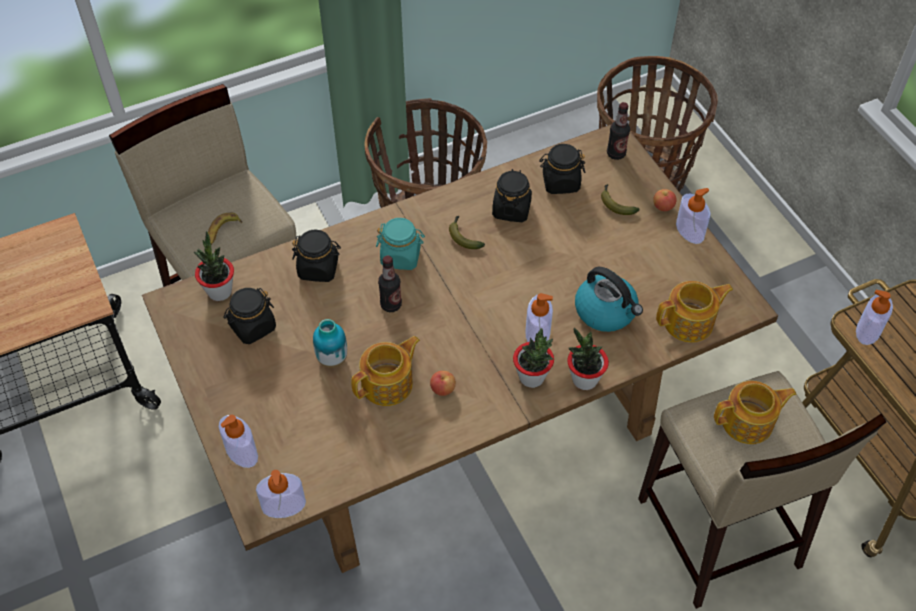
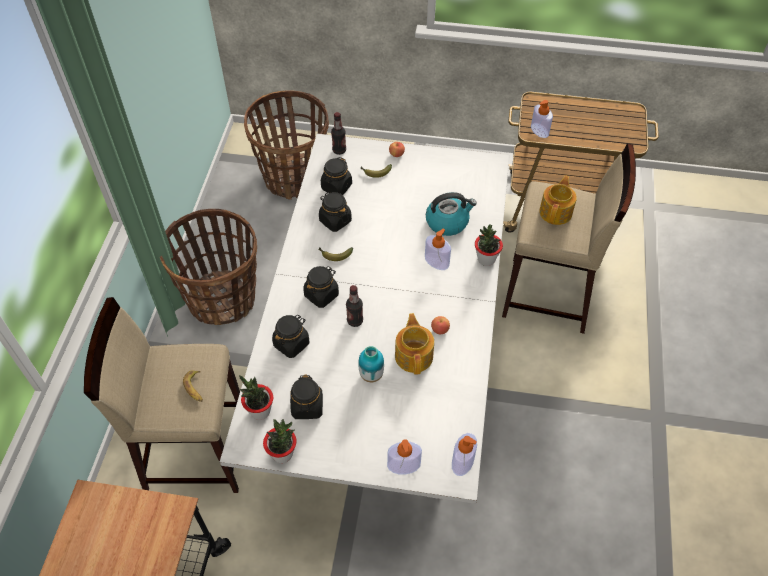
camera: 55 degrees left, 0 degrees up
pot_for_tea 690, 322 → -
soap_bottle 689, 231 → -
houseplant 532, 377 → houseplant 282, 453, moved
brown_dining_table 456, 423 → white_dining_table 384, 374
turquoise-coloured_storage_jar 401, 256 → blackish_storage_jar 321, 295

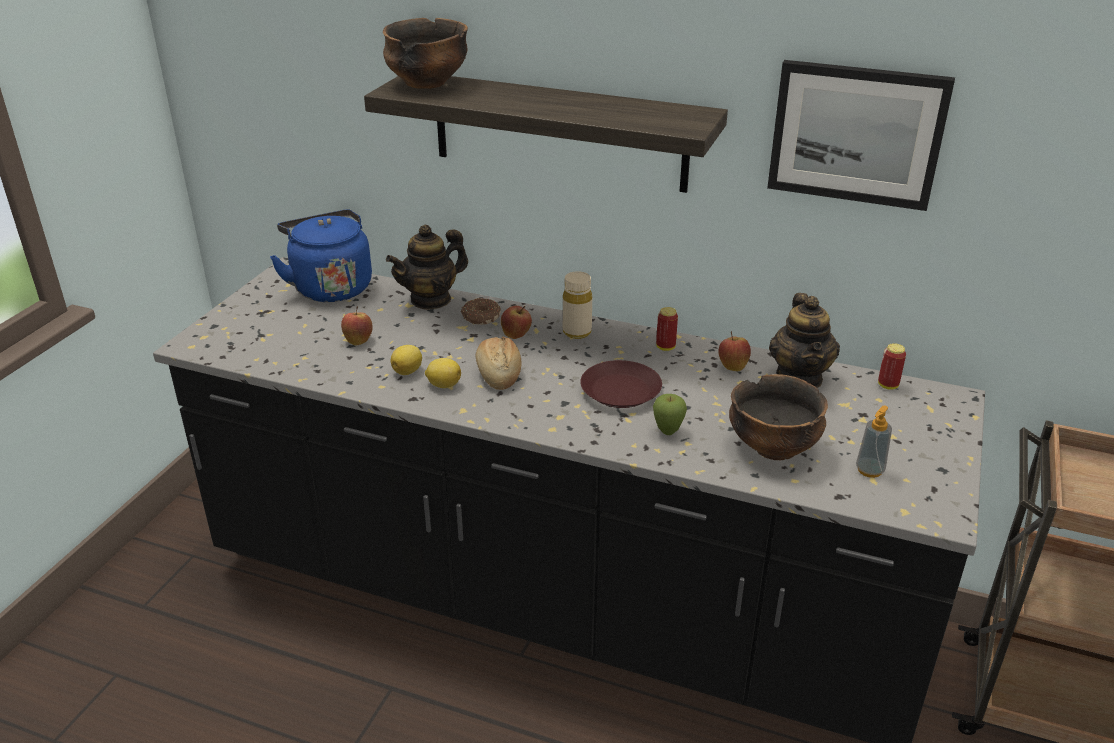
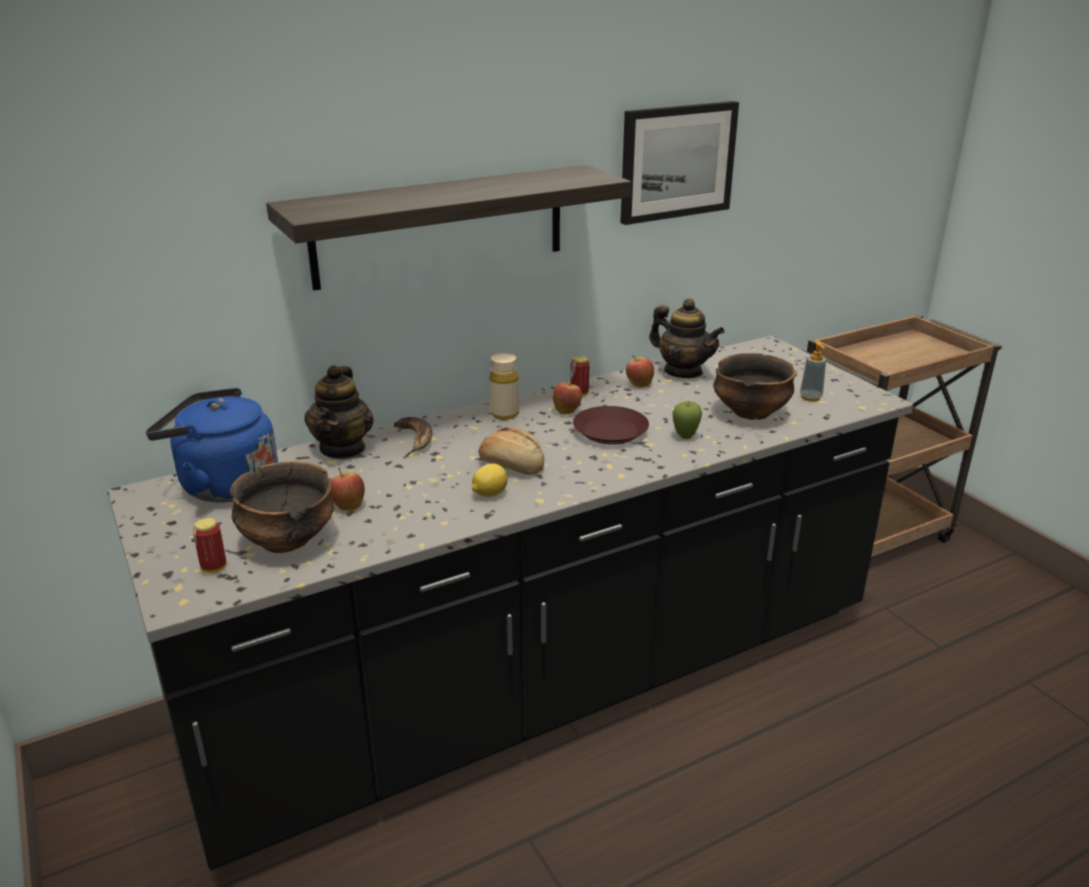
camera: 50 degrees left, 5 degrees down
whole_lemon 408, 371 → -
bowl 427, 84 → bowl 287, 541, moved
whole_apple 516, 335 → whole_apple 567, 411, moved
can 888, 385 → can 214, 568, moved
ring_doughnut 480, 317 → whole_banana 413, 440

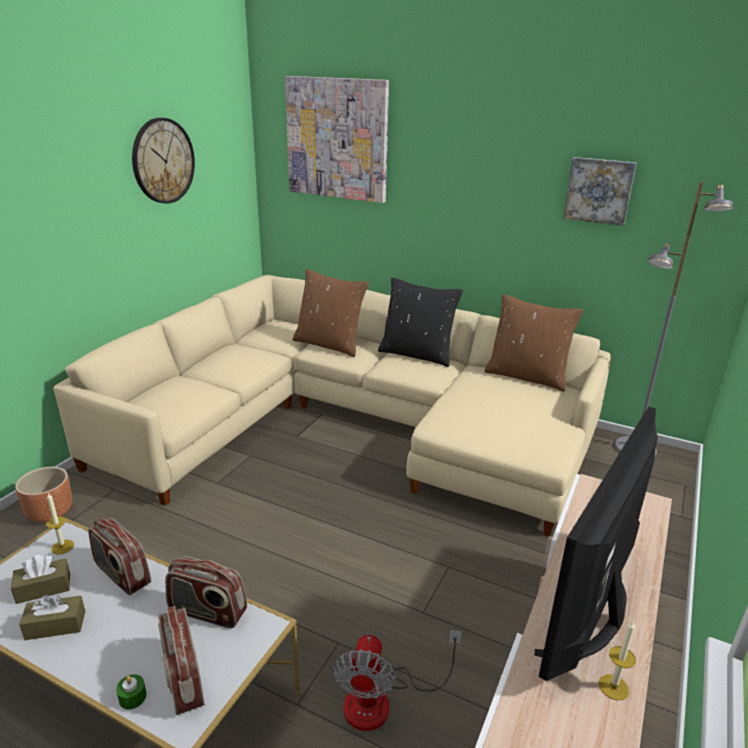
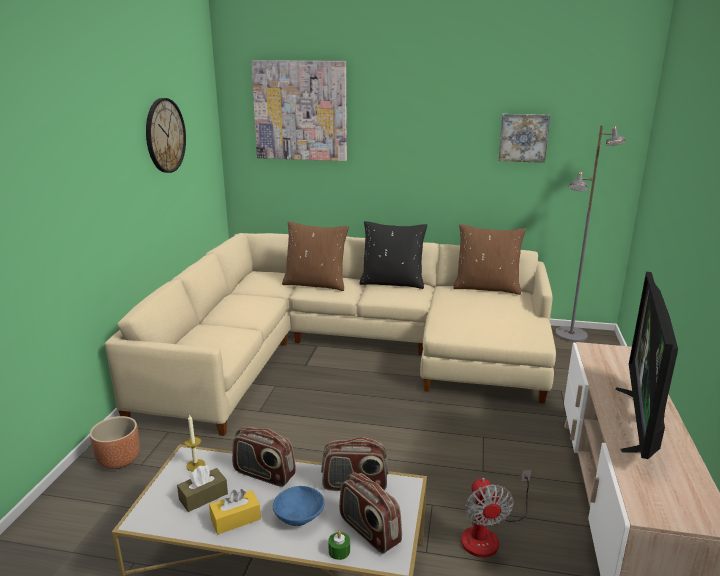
camera: 15 degrees left, 5 degrees down
wax_light 613, 687 → -
- → bluish_bowl 300, 517
brown_tissue_holder 55, 625 → yellowish_tissue_holder 235, 519

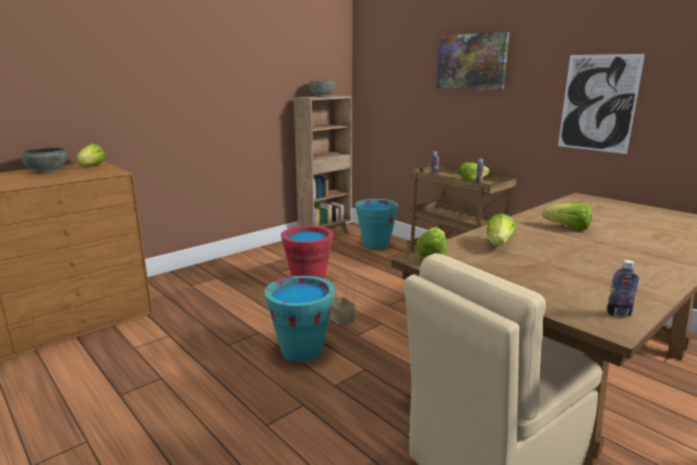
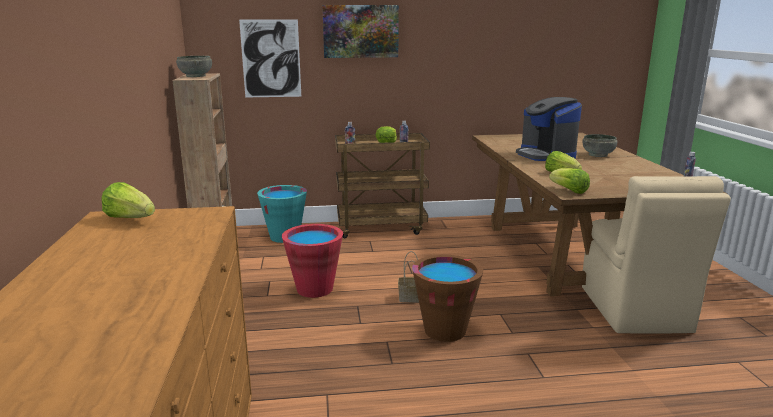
camera: 55 degrees left, 0 degrees up
greyish_bowl 46, 171 → greyish_bowl 598, 155, moved
picture 598, 103 → picture 271, 59, moved
head_of_lettuce 568, 228 → coffee_maker 546, 155
turquoise-coloured_pail 302, 351 → brown_pail 445, 330

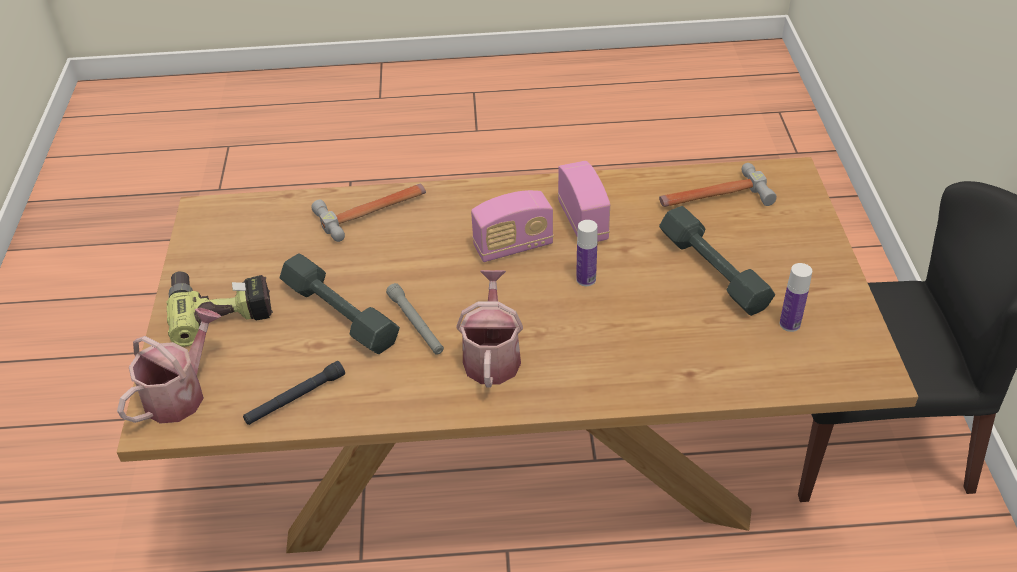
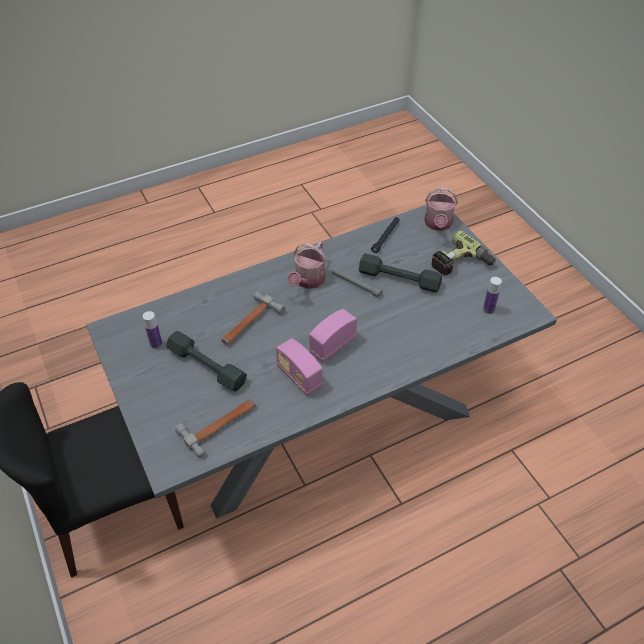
camera: 155 degrees right, 5 degrees up
hand_hammer 374, 211 → hand_hammer 249, 324, moved
drink_bottle 586, 279 → drink_bottle 488, 309, moved
brown_dining_table 516, 462 → greyish_dining_table 323, 421
watering_can 492, 355 → watering_can 308, 281, 45 degrees clockwise

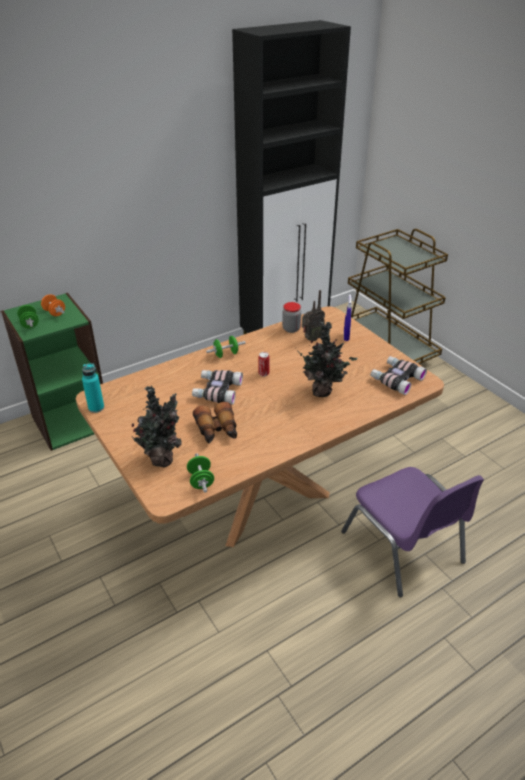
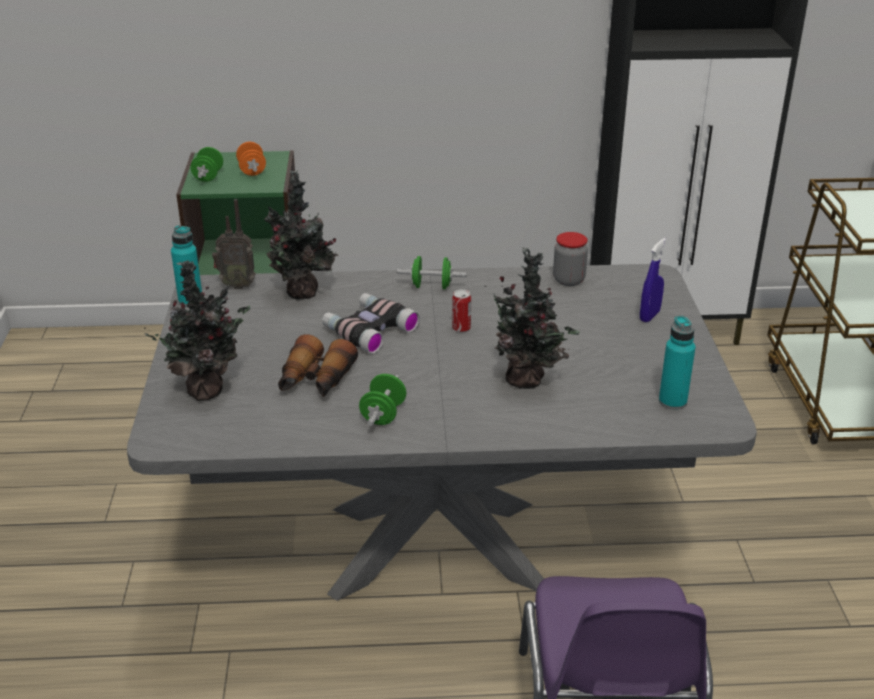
camera: 30 degrees right, 5 degrees down
- → houseplant 302, 294
green-coloured_free_weight 201, 481 → green-coloured_free_weight 383, 414, moved
radio 311, 339 → radio 237, 285, moved
binoculars 396, 379 → turquoise-coloured_drink_bottle 672, 401
brown_dining_table 262, 496 → greyish_dining_table 436, 548

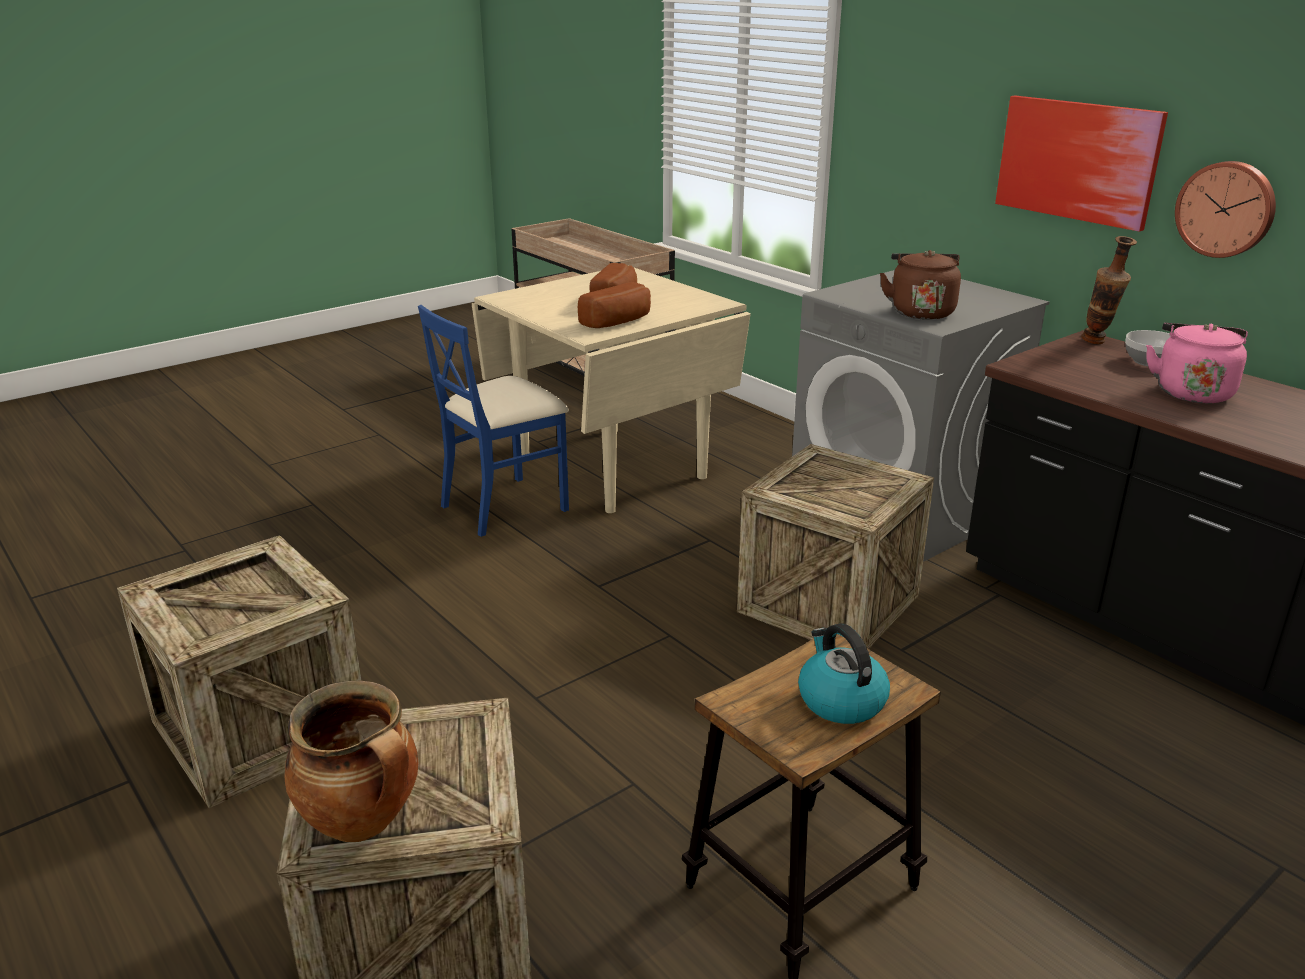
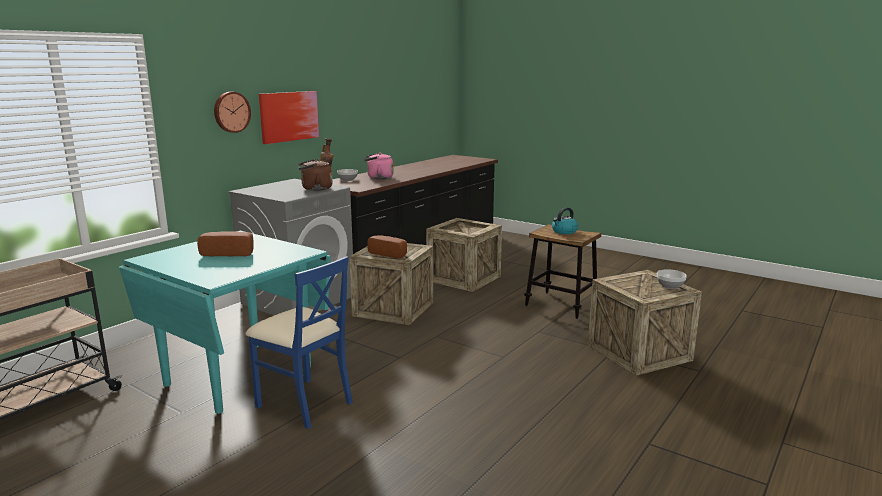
camera: 105 degrees left, 10 degrees down
packing_crate 260, 728 → packing_crate 463, 278, moved
baked_bread 619, 322 → baked_bread 389, 254, moved
hanging_clock 1226, 209 → hanging_clock 231, 112, moved
saucepot 364, 822 → bowl 669, 286
sand-coloured_dining_table 613, 467 → turquoise-coloured_dining_table 238, 375

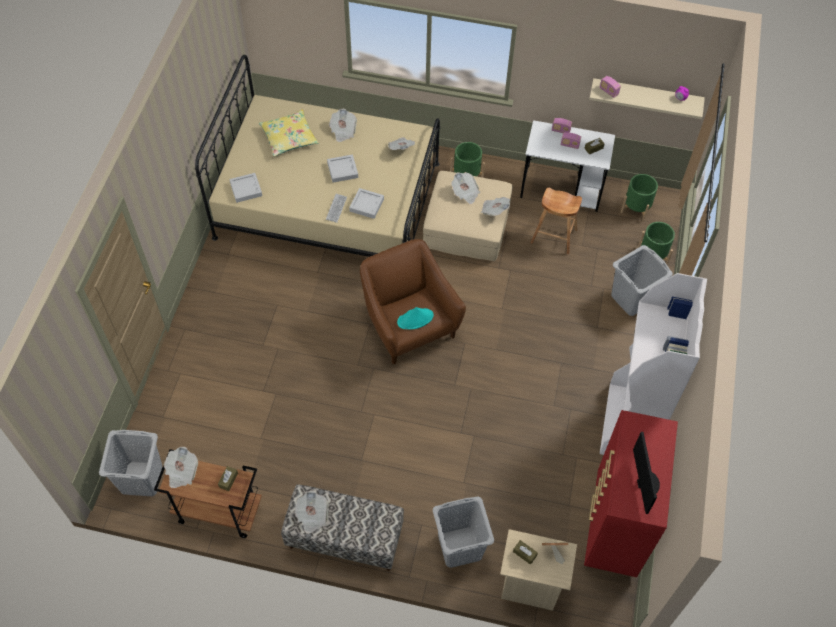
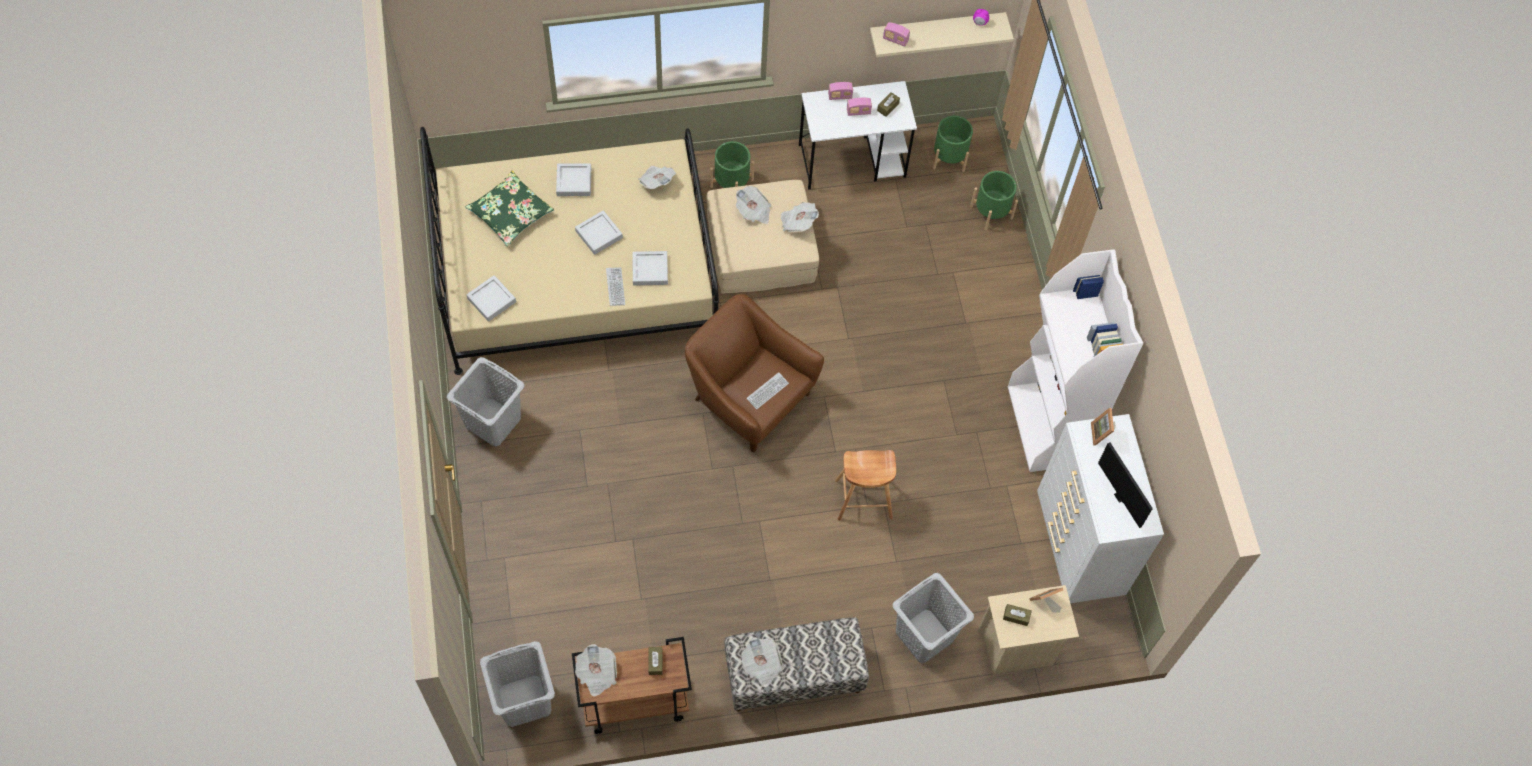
camera: 25 degrees left, 5 degrees up
- → picture_frame 1102, 434
brown_sitting_stool 554, 236 → brown_sitting_stool 863, 499, moved
greyish_laundry_basket 631, 298 → greyish_laundry_basket 492, 422, moved
newspaper 343, 131 → greyish_carrying_tray 574, 182
turquoise-coloured_hat 415, 319 → computer_keyboard 767, 391
yellowish_throw_pillow 289, 138 → green-coloured_throw_pillow 510, 213
reddish_dresser 614, 525 → white_dresser 1078, 546

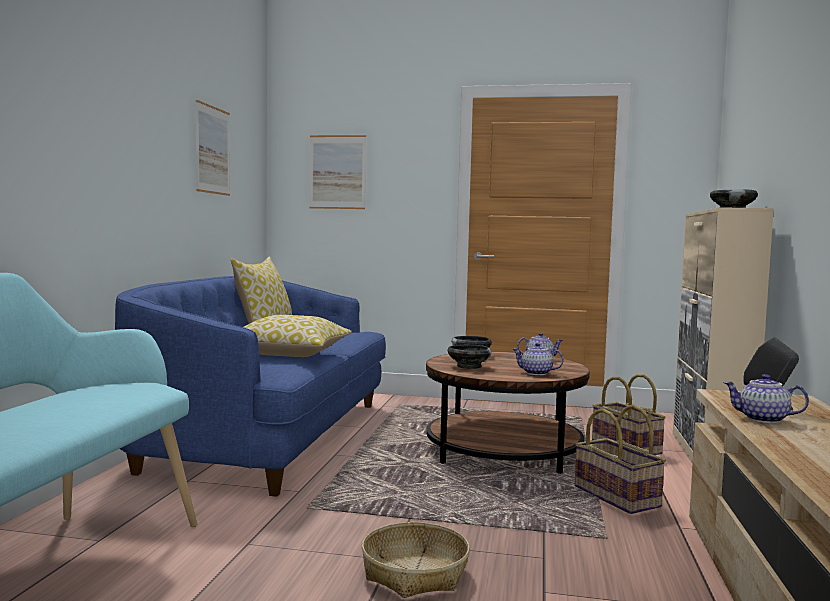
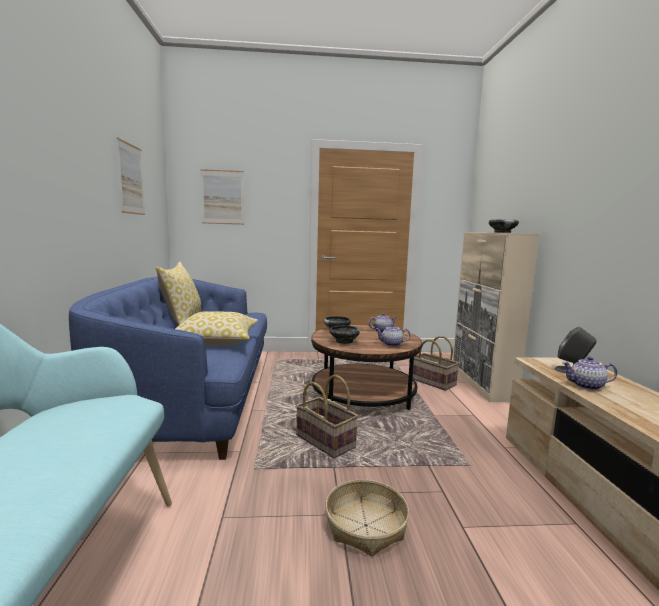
camera: 15 degrees left, 5 degrees up
basket 618, 497 → basket 326, 441, moved

